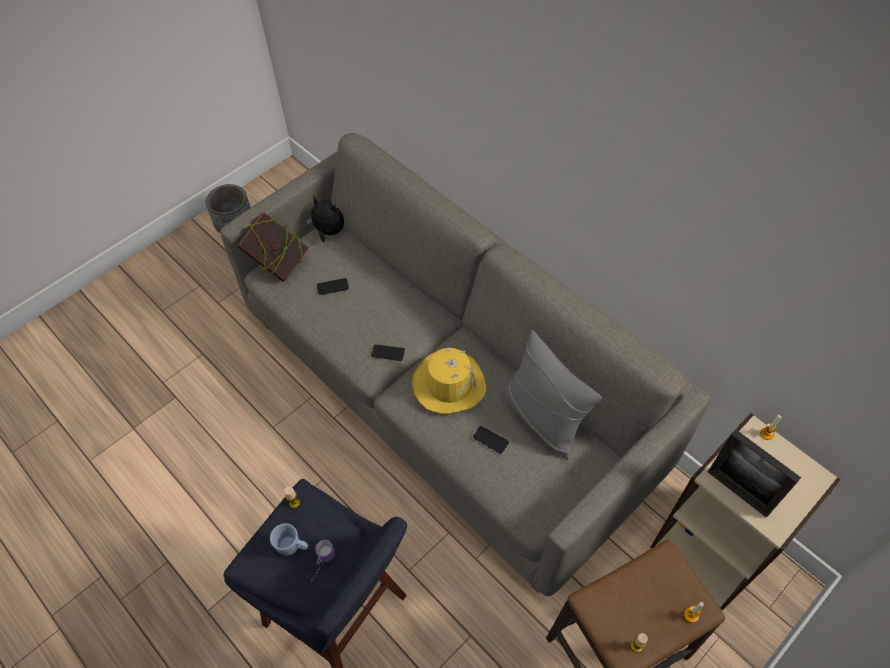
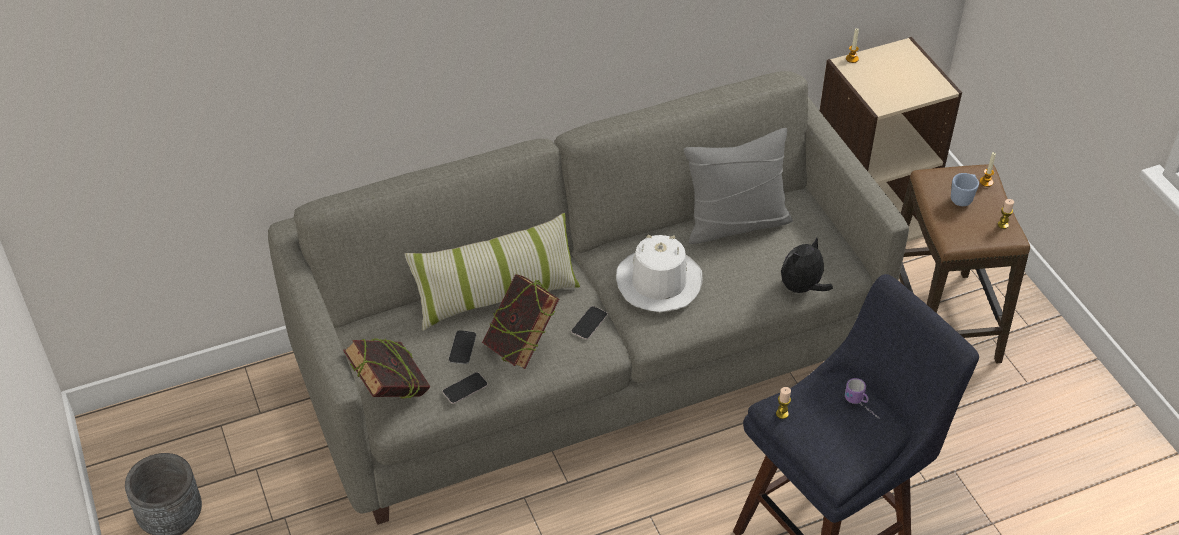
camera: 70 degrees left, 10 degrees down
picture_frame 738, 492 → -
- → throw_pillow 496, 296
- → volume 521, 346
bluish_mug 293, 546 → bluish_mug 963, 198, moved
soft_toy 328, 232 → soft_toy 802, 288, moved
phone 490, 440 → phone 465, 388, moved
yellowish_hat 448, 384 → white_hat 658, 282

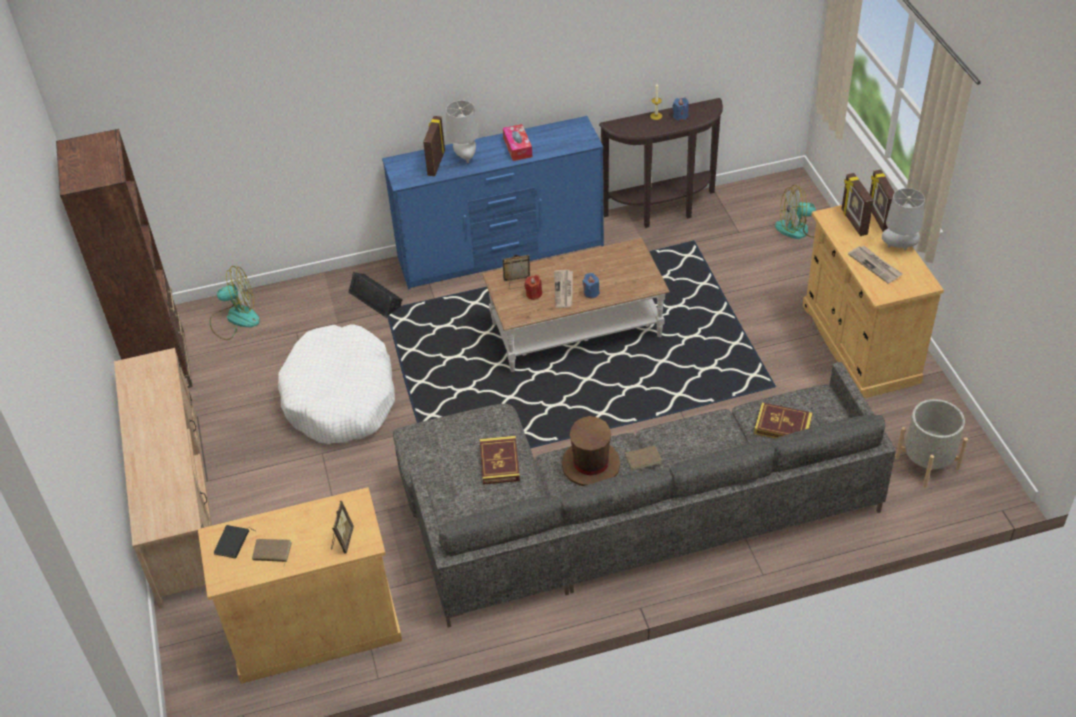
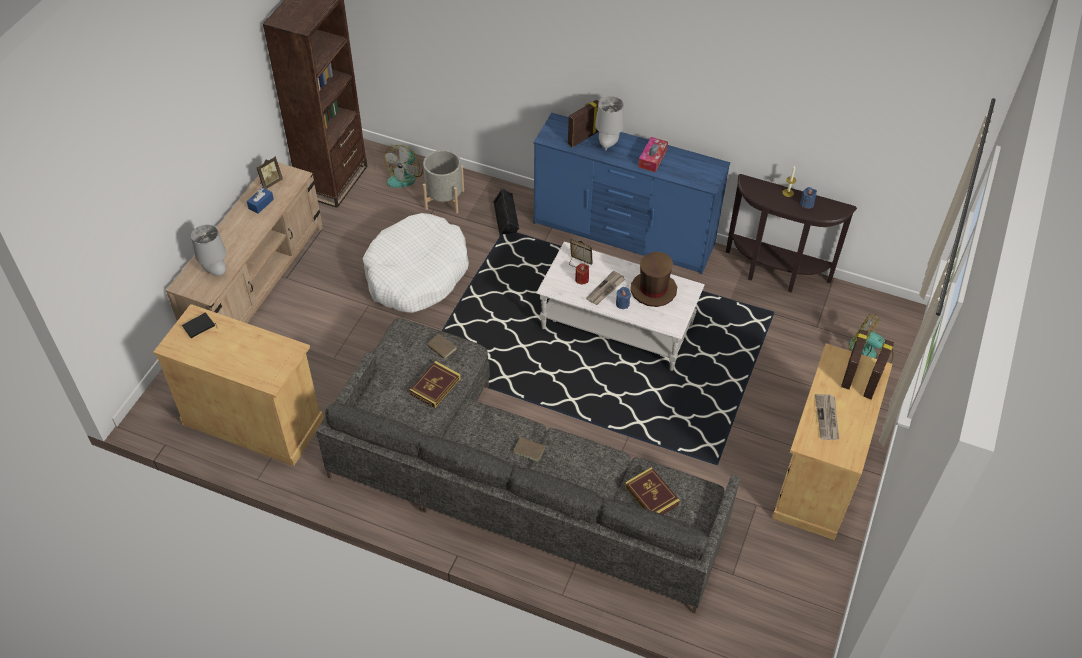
camera: 35 degrees right, 5 degrees up
- → bluish_tissue_holder 261, 204
brown_volume 271, 553 → brown_volume 441, 348, moved
picture_frame 342, 540 → picture_frame 270, 183, moved
brown_hat 590, 465 → brown_hat 653, 290, moved
greyish_table_lamp 899, 247 → greyish_table_lamp 216, 271, moved
greyish_plant_pot 927, 463 → greyish_plant_pot 444, 199, moved
brown_low_table 576, 330 → white_low_table 616, 326
electric_fan 235, 319 → electric_fan 405, 176, 90 degrees clockwise

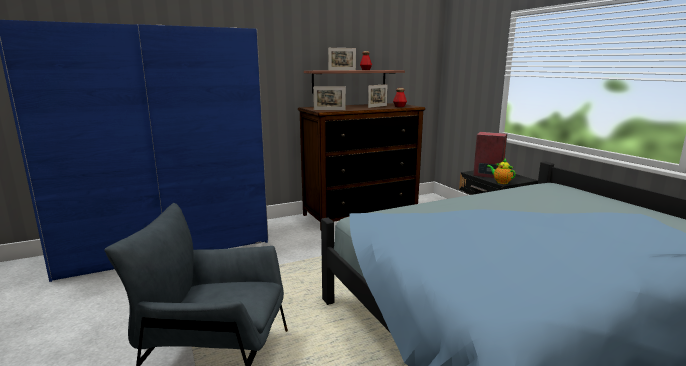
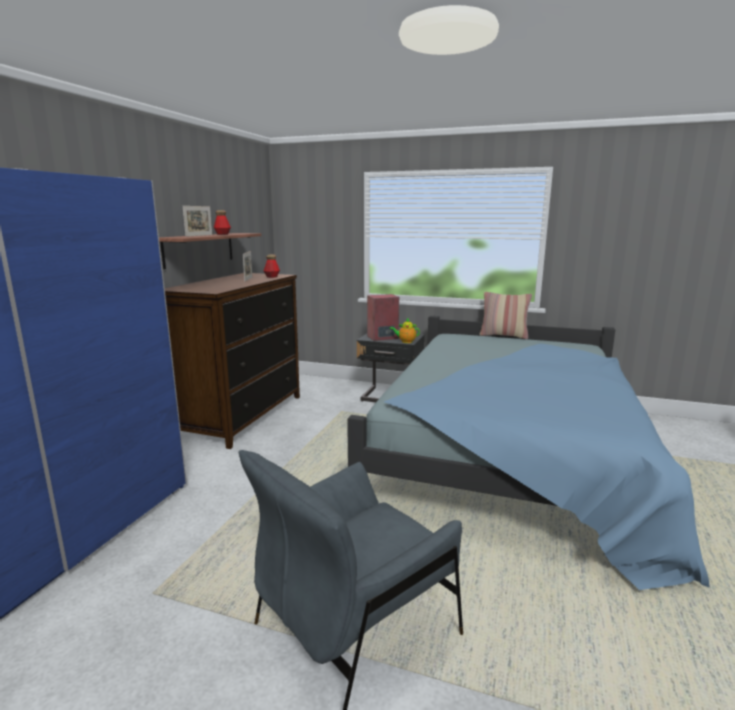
camera: 45 degrees left, 0 degrees up
picture_frame 329, 110 → -
- → throw_pillow 503, 335

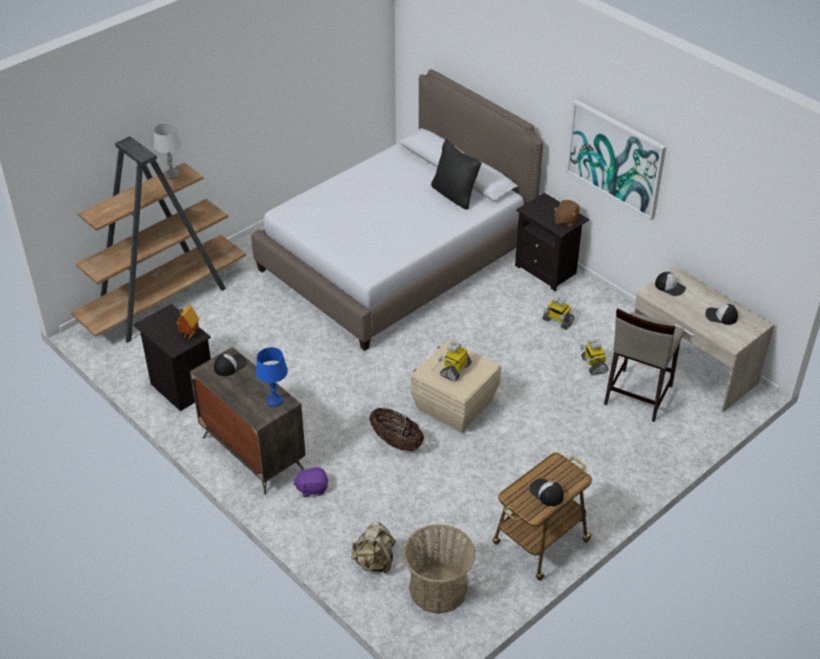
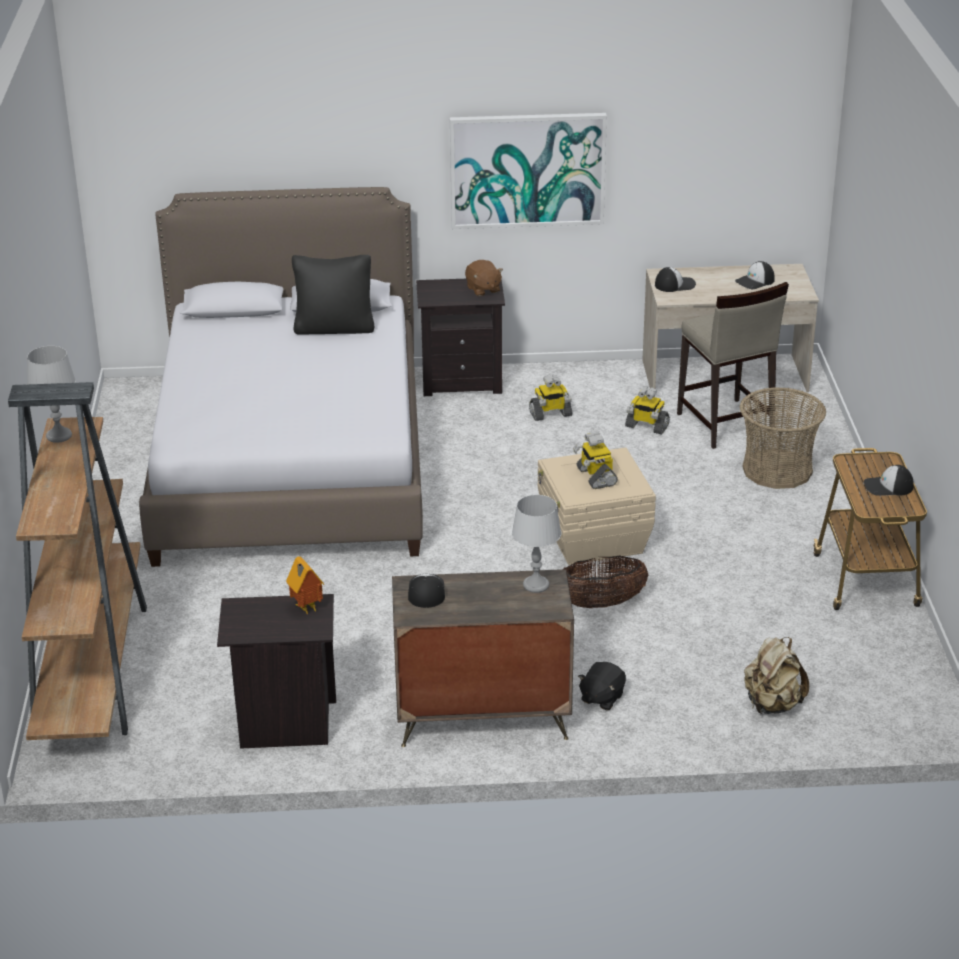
camera: 50 degrees left, 10 degrees down
basket 438, 589 → basket 777, 470, moved
bluish_table_lamp 275, 400 → greyish_table_lamp 536, 585
purple-coloured_soft_toy 312, 488 → blackish_soft_toy 601, 698

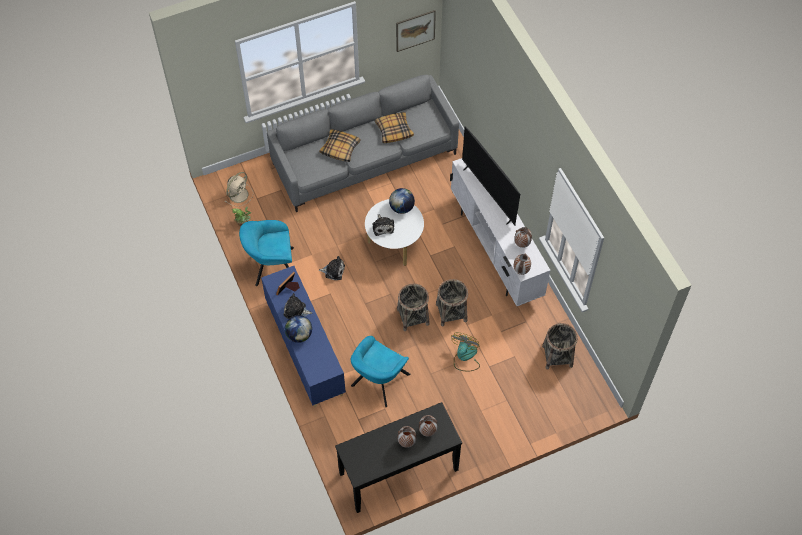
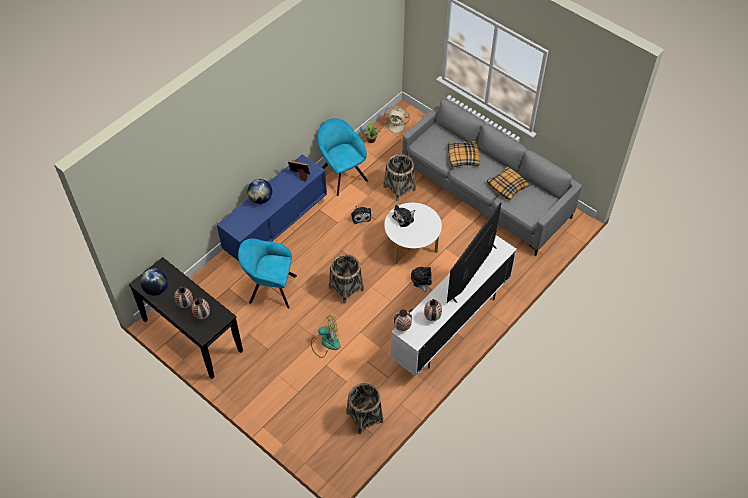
camera: 65 degrees right, 5 degrees down
picture 415, 30 → -
soft_toy 296, 311 → soft_toy 421, 280, moved
desk_globe 401, 208 → desk_globe 156, 289, moved
basket 451, 312 → basket 399, 188, moved

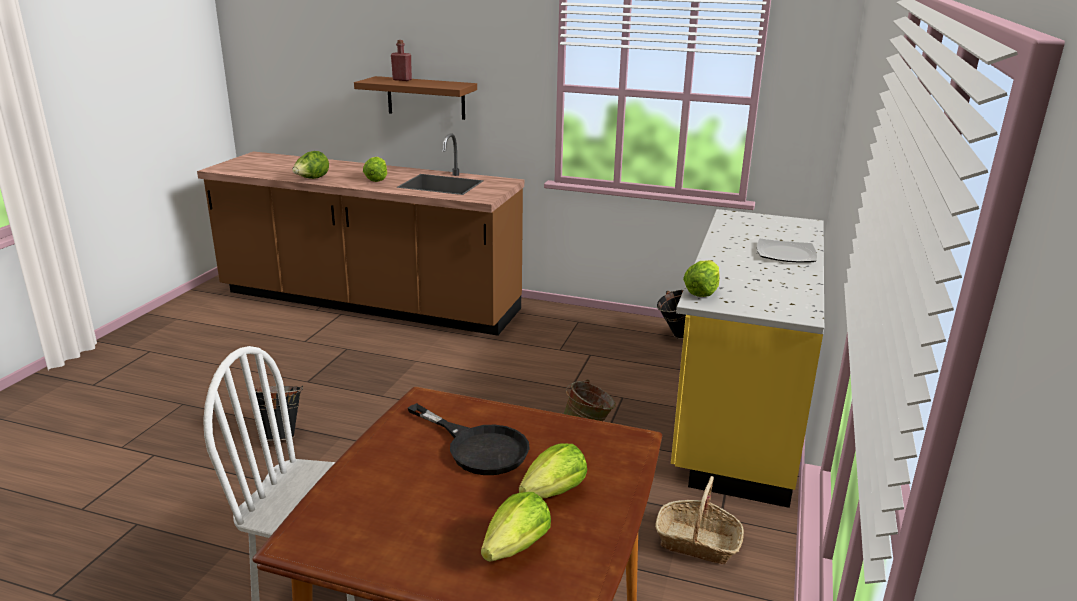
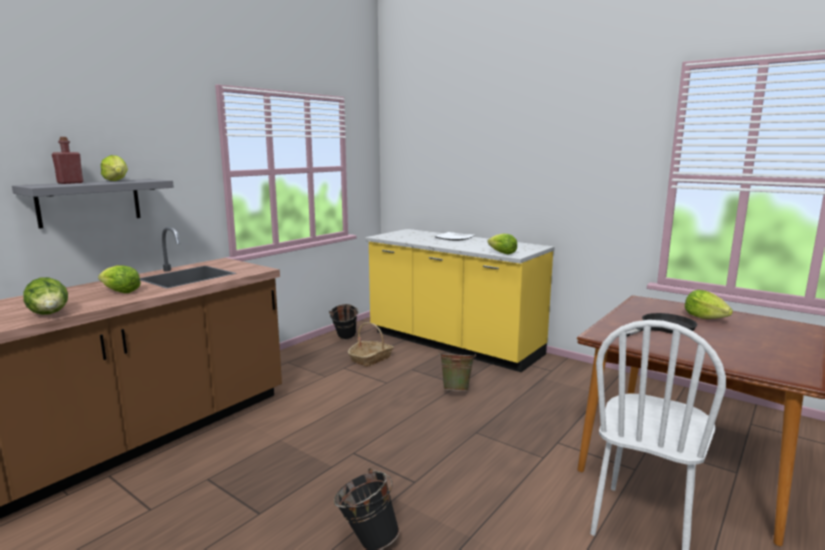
camera: 70 degrees left, 10 degrees down
head_of_lettuce 516, 548 → head_of_lettuce 116, 181, moved
basket 697, 542 → basket 371, 359, moved
brown_shelf 426, 98 → greyish_shelf 89, 202

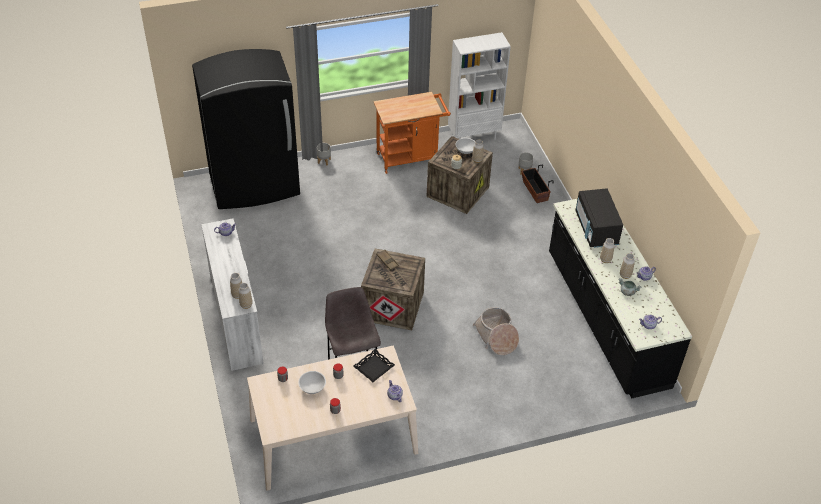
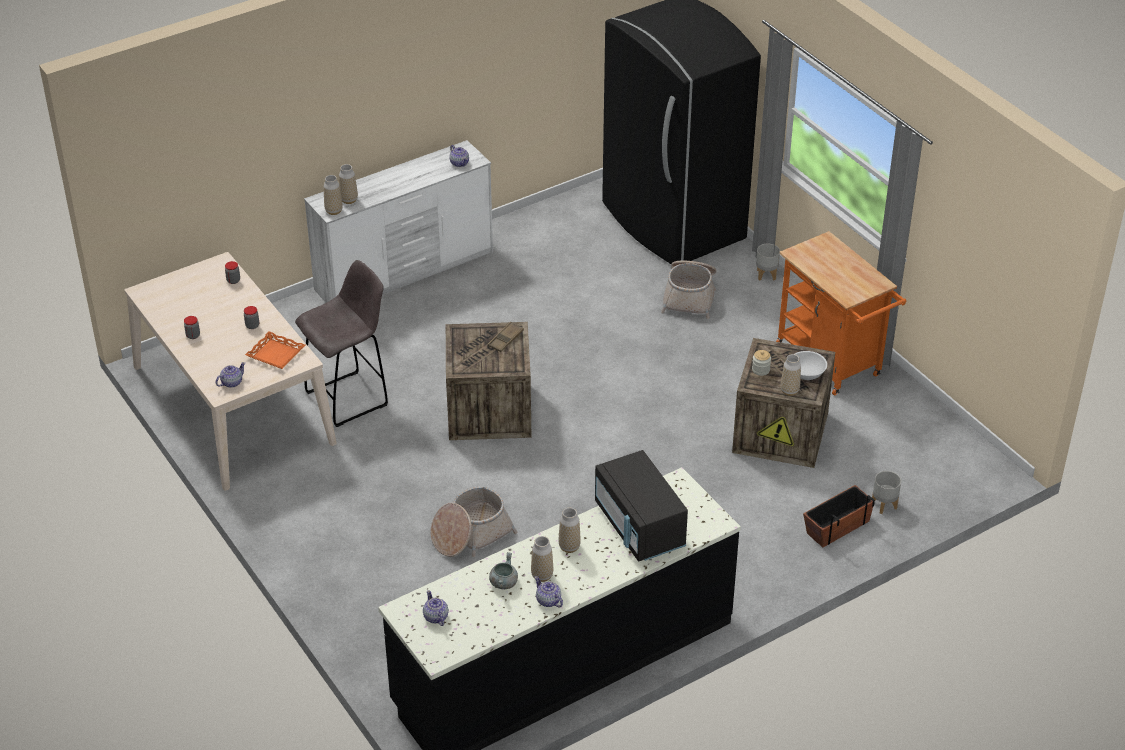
camera: 75 degrees right, 5 degrees down
white_bowl 312, 387 → -
white_bookshelf 474, 136 → -
- → basket 690, 296
blackish_carrying_tray 374, 368 → orangey_carrying_tray 275, 354
blackish_kitchen_microwave 596, 229 → blackish_kitchen_microwave 639, 527, 90 degrees counterclockwise

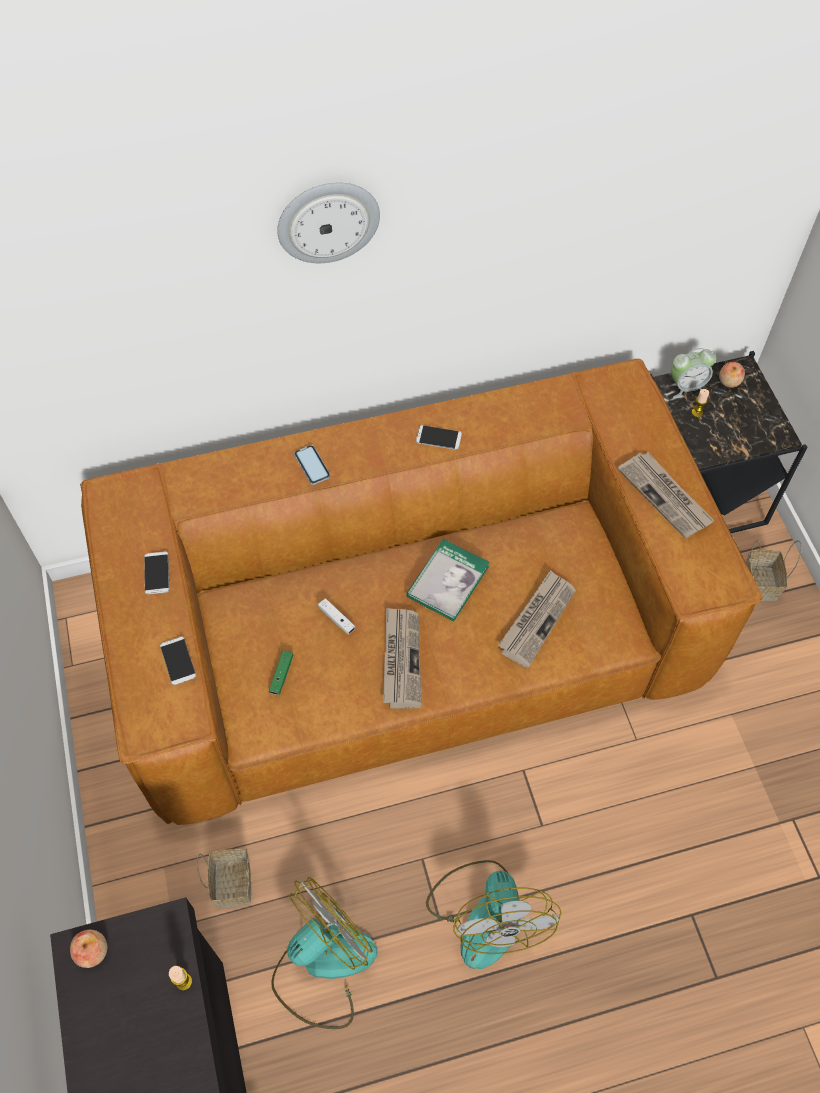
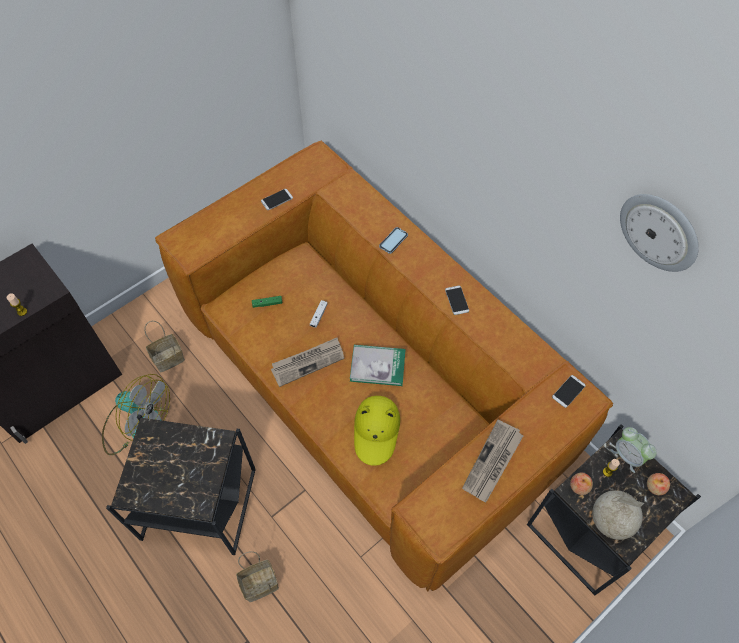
camera: 65 degrees right, 0 degrees up
- → desk_globe 610, 522
whole_apple 92, 951 → whole_apple 579, 486, moved
phone 178, 661 → phone 568, 391, moved
hanging_clock 328, 221 → hanging_clock 660, 231, moved
basket 758, 582 → basket 260, 583, moved
electric_fan 486, 913 → blackish_side_table 200, 505
newspaper 536, 619 → yellowish_hat 376, 431

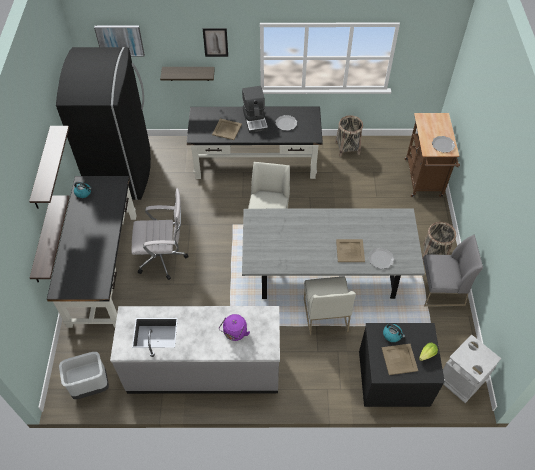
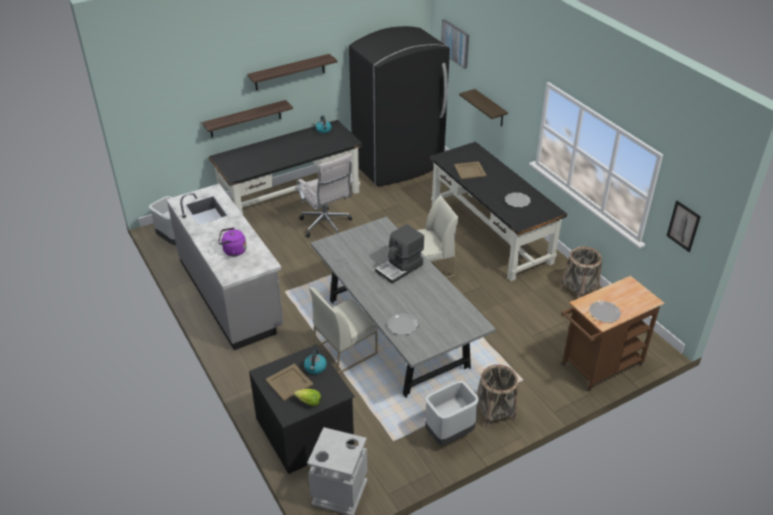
camera: 60 degrees right, 15 degrees down
sand-coloured_carrying_tray 350, 250 → -
picture 215, 42 → picture 683, 226, moved
coffee_maker 255, 119 → coffee_maker 400, 268, moved
greyish_plain_chair 441, 290 → greyish_trash_can 449, 434

